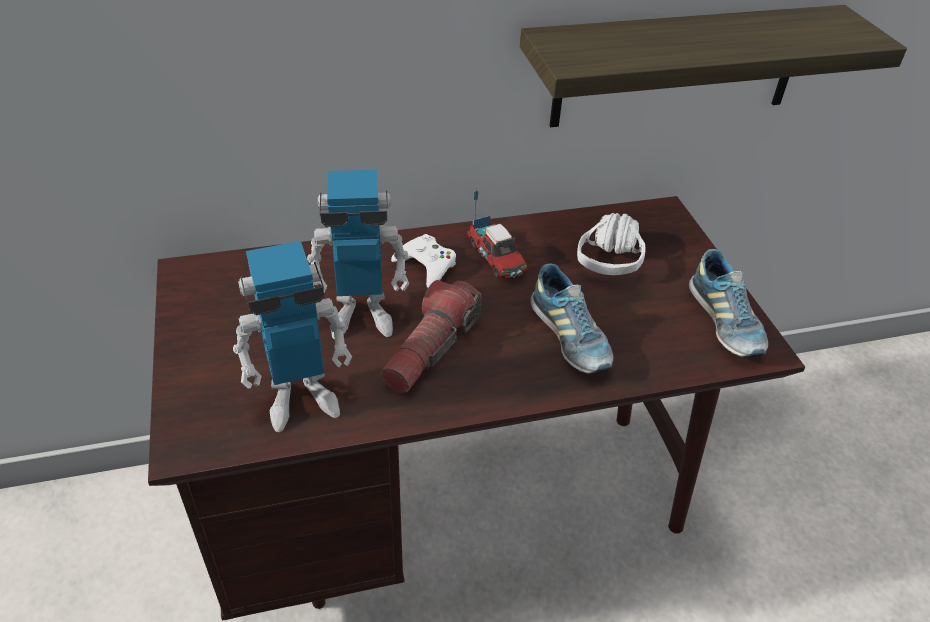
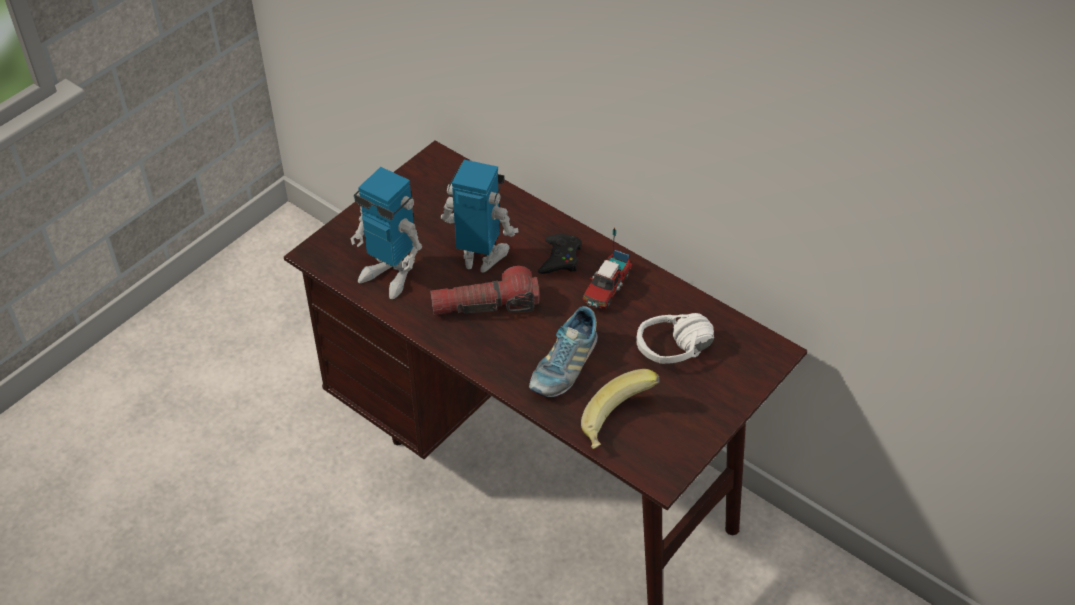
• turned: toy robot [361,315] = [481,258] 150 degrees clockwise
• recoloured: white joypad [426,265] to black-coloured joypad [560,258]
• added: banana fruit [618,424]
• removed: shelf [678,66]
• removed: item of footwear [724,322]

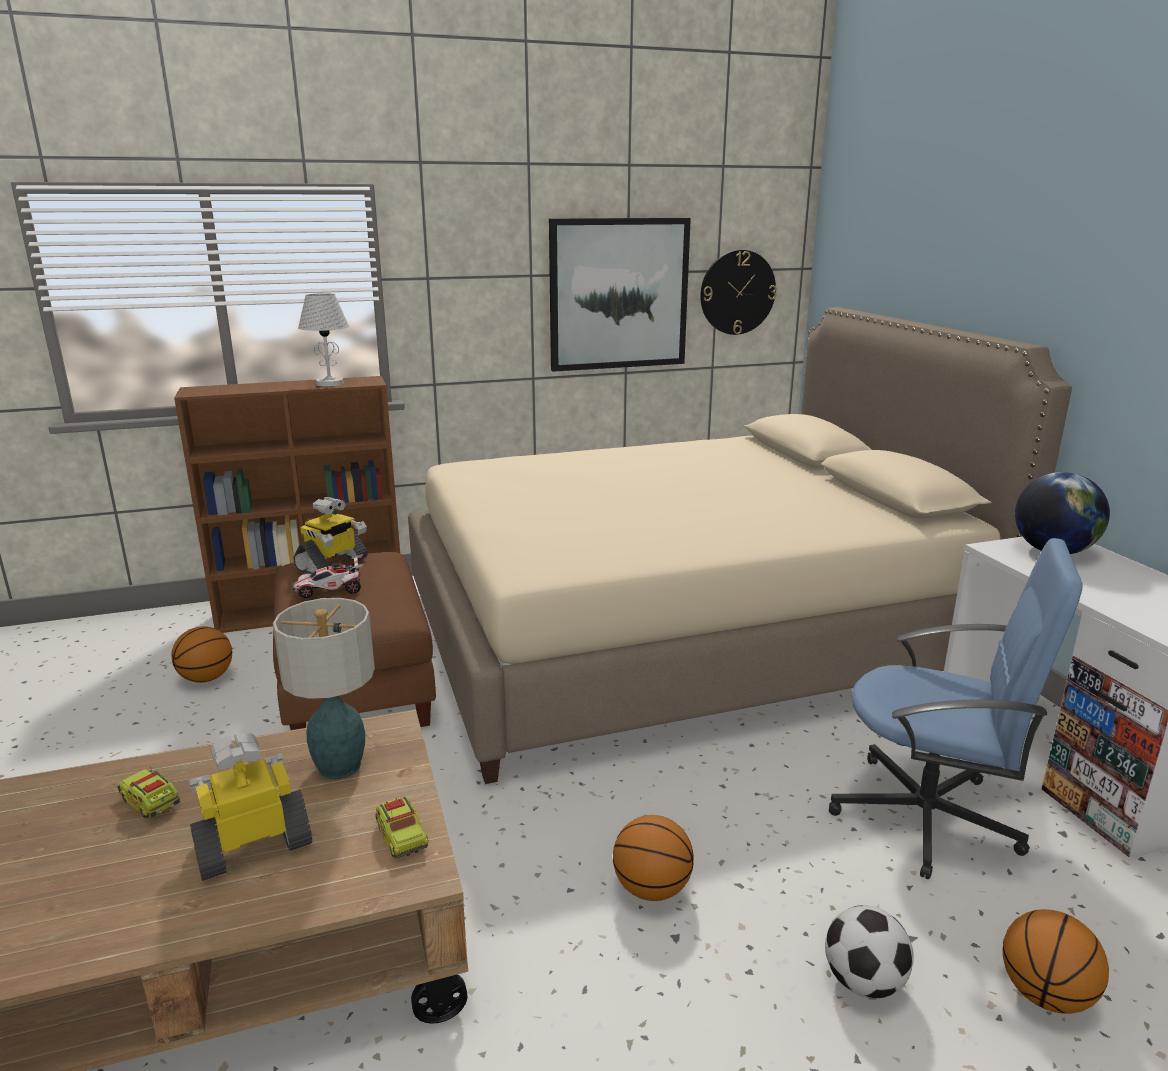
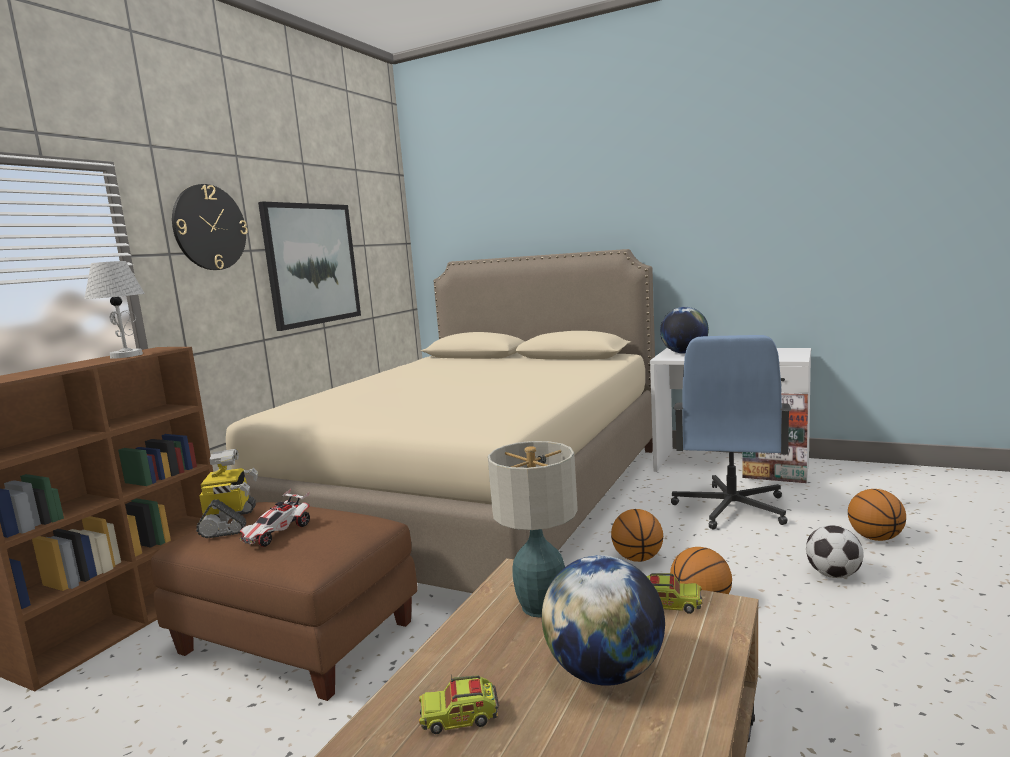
• moved: clock on the wall [737,292] to [209,227]
• replaced: toy robot [254,845] to globe [605,672]
• moved: basketball [207,678] to [638,558]
• turned: blue-coloured computer chair [927,817] = [730,508] 135 degrees clockwise

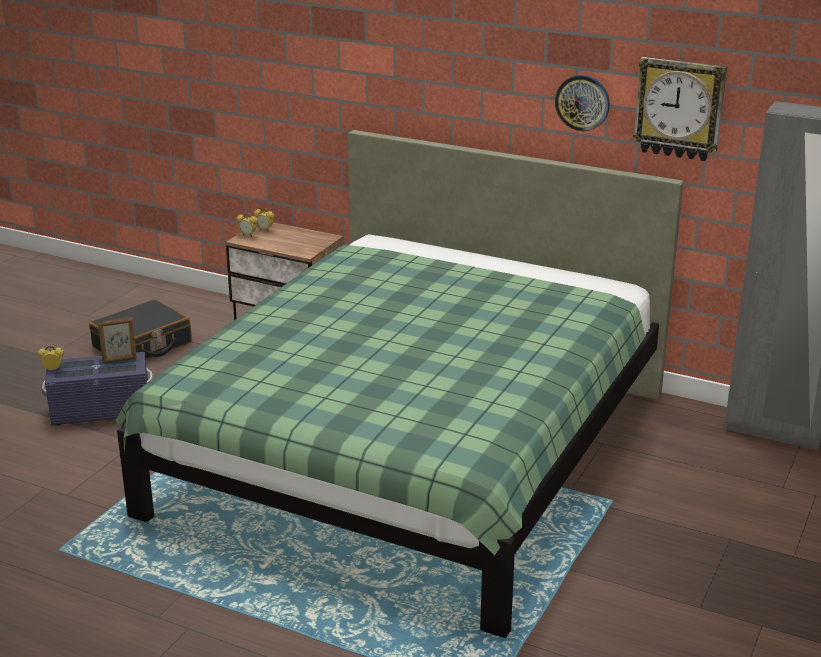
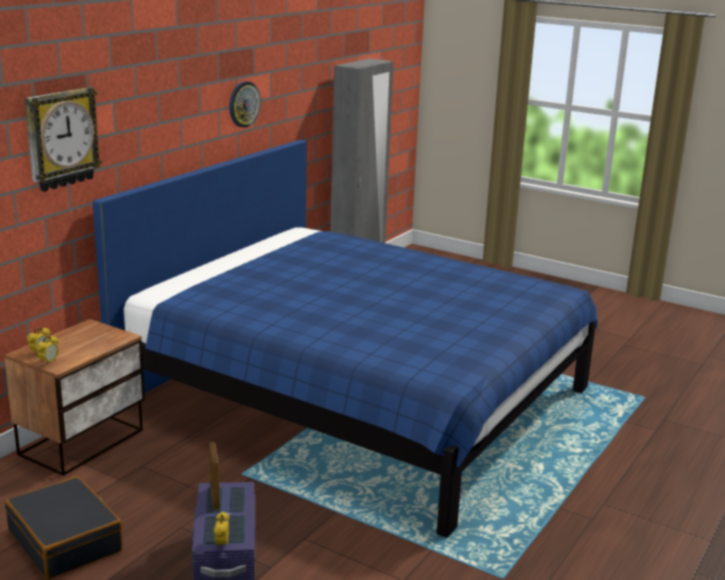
• moved: clock on the wall [679,108] to [61,138]
• recoloured: green bed [413,452] to blue-coloured bed [357,398]

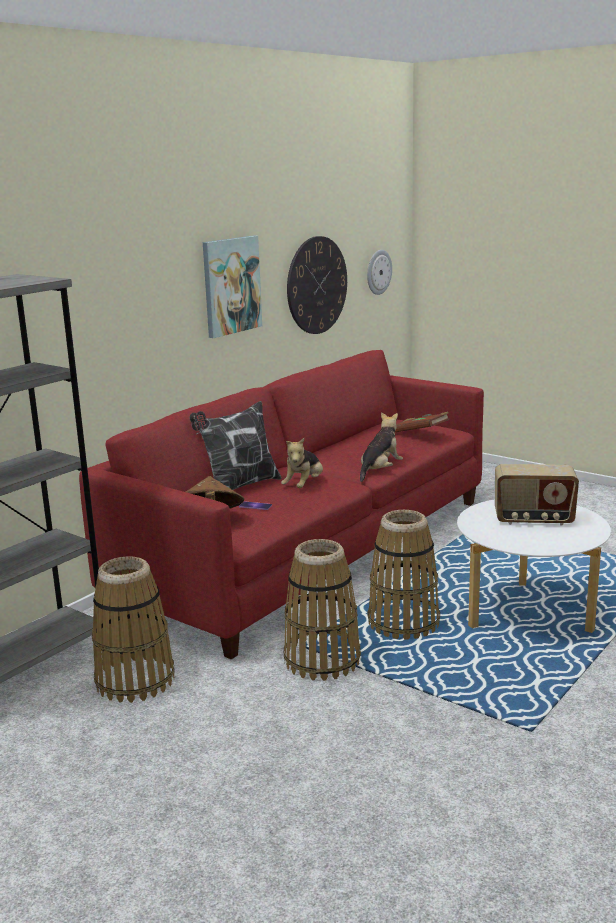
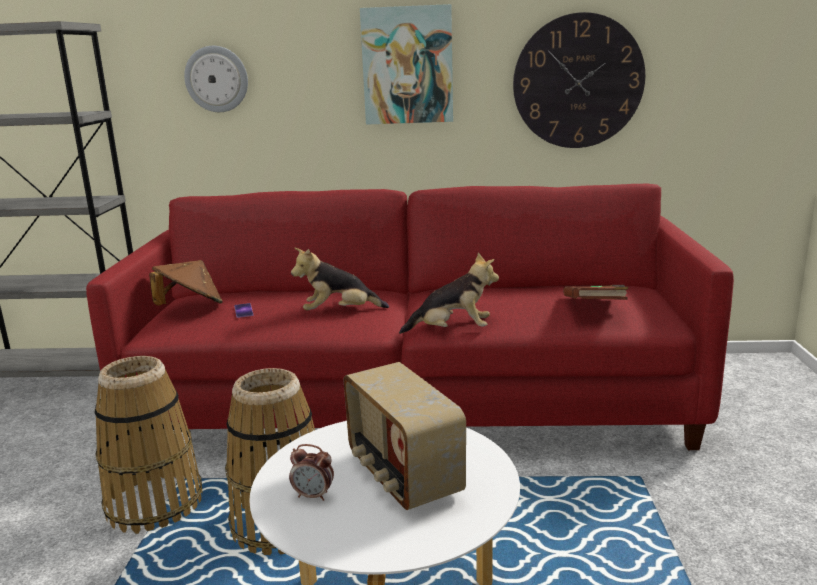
• moved: clock on the wall [378,272] to [216,79]
• added: table clock [313,496]
• removed: storage basket [135,680]
• removed: throw pillow [239,486]

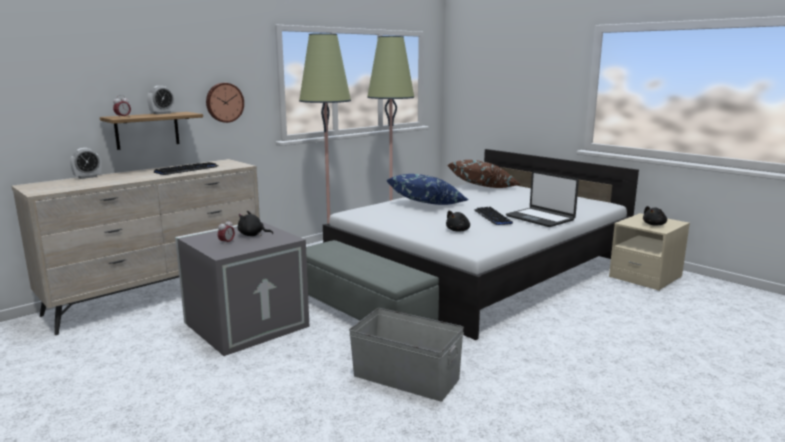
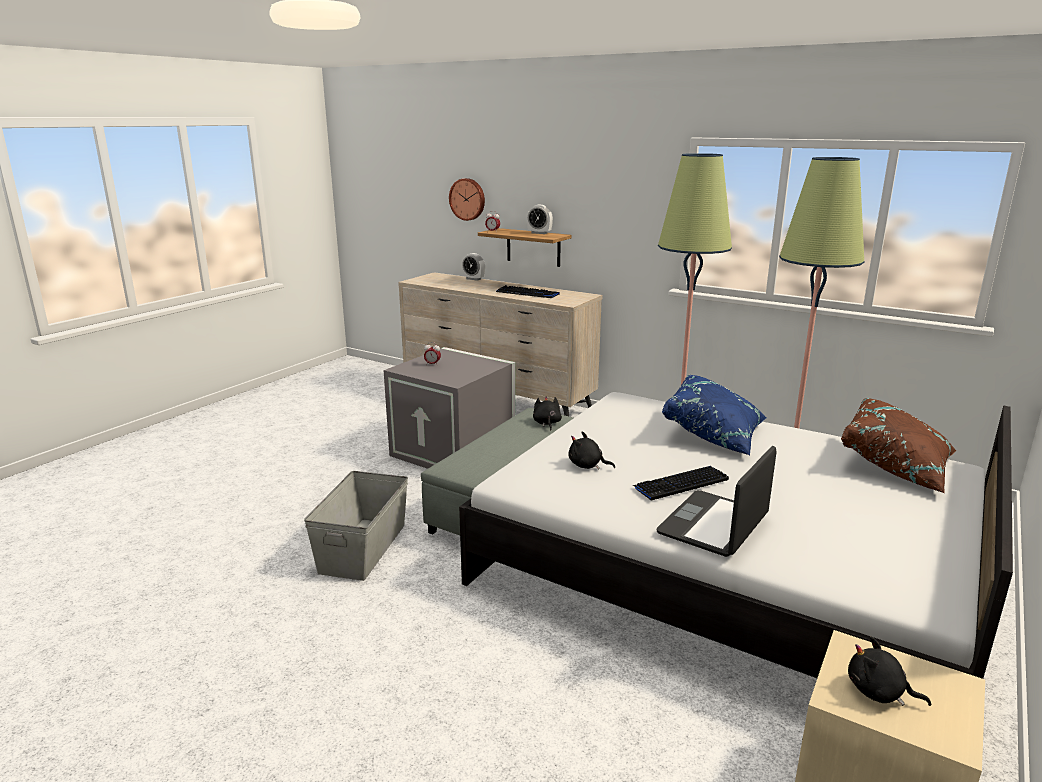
• moved: clock on the wall [224,102] to [468,199]
• moved: black-coloured plush toy [253,235] to [547,423]

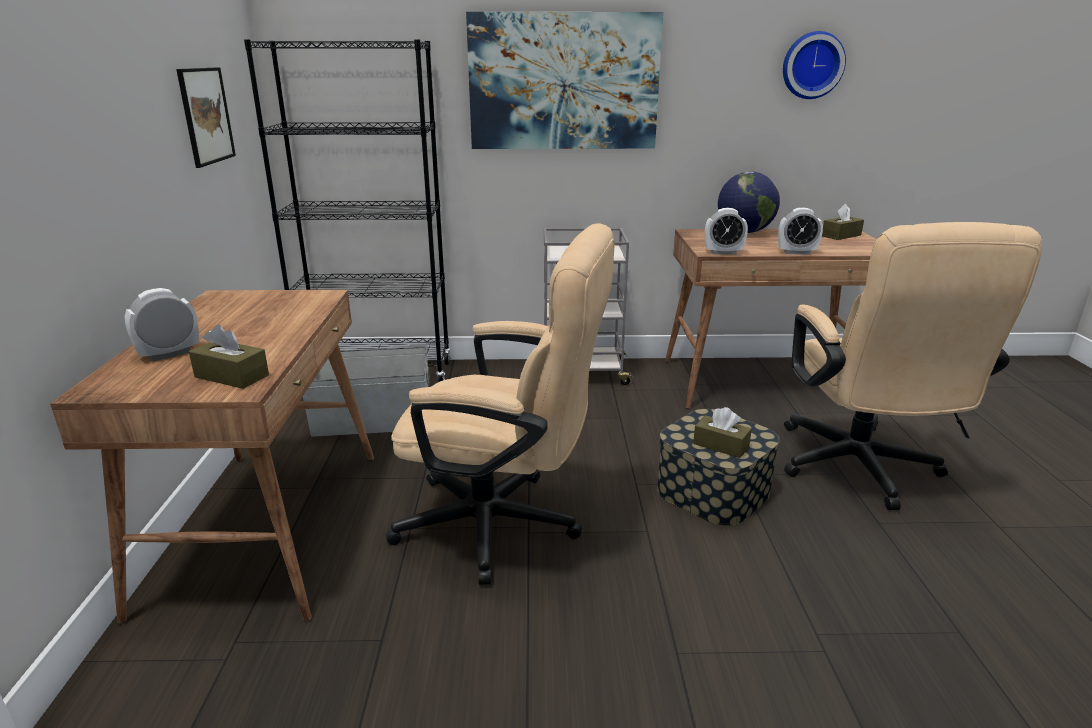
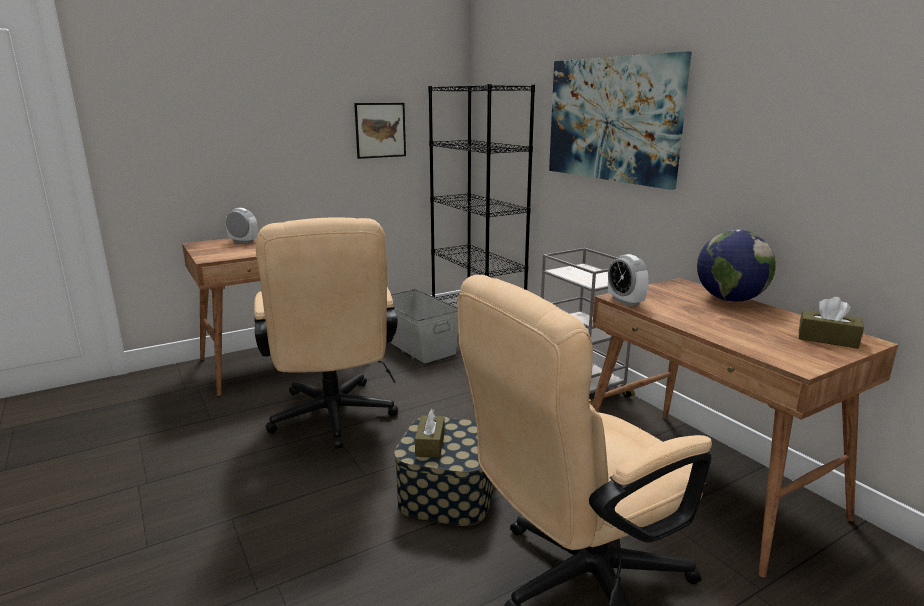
• removed: brown tissue holder [232,376]
• removed: table clock [796,252]
• removed: clock on the wall [811,65]

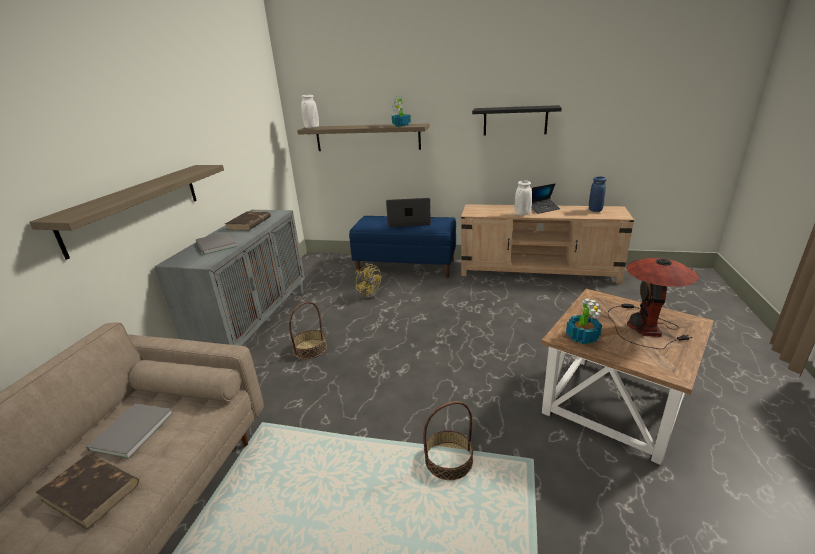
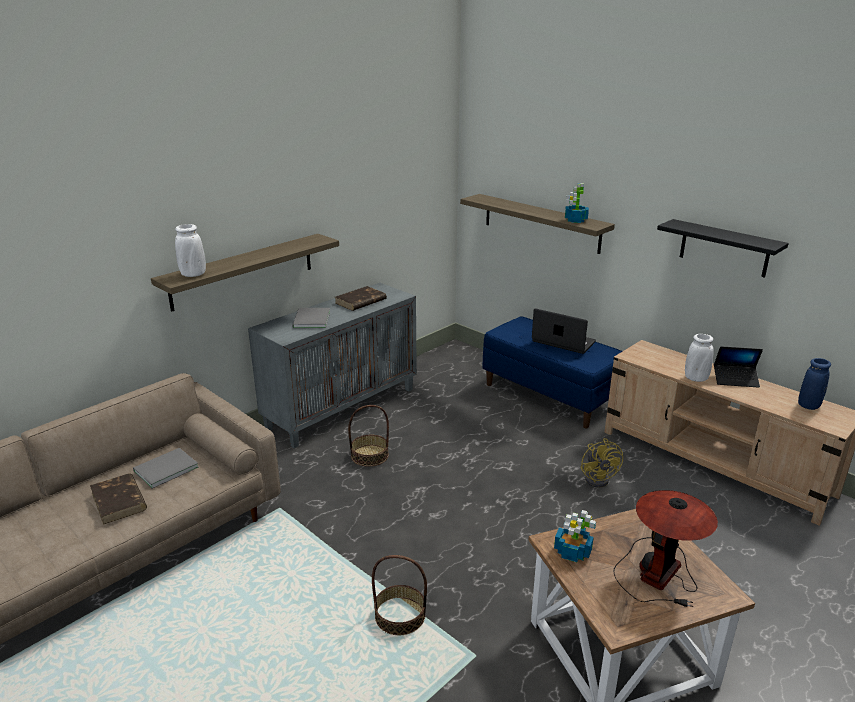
• moved: white vase [312,128] to [193,275]
• moved: yellow-coloured fan [368,294] to [599,478]

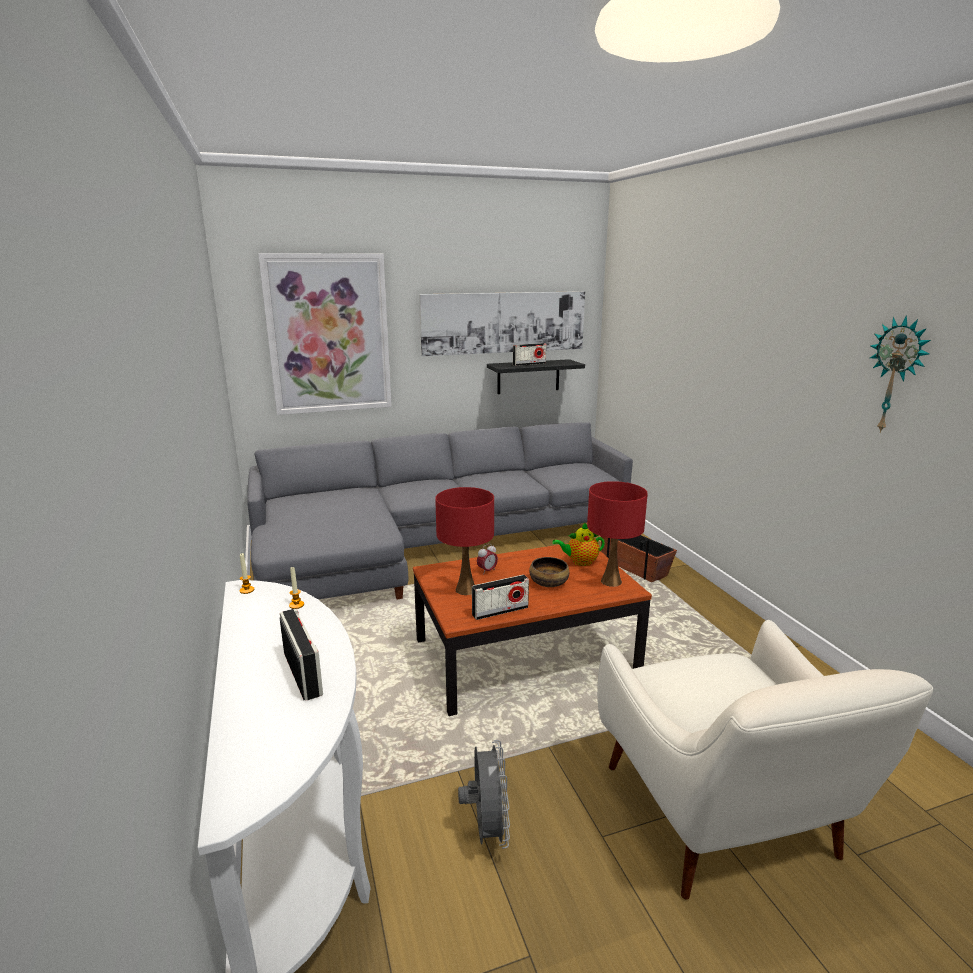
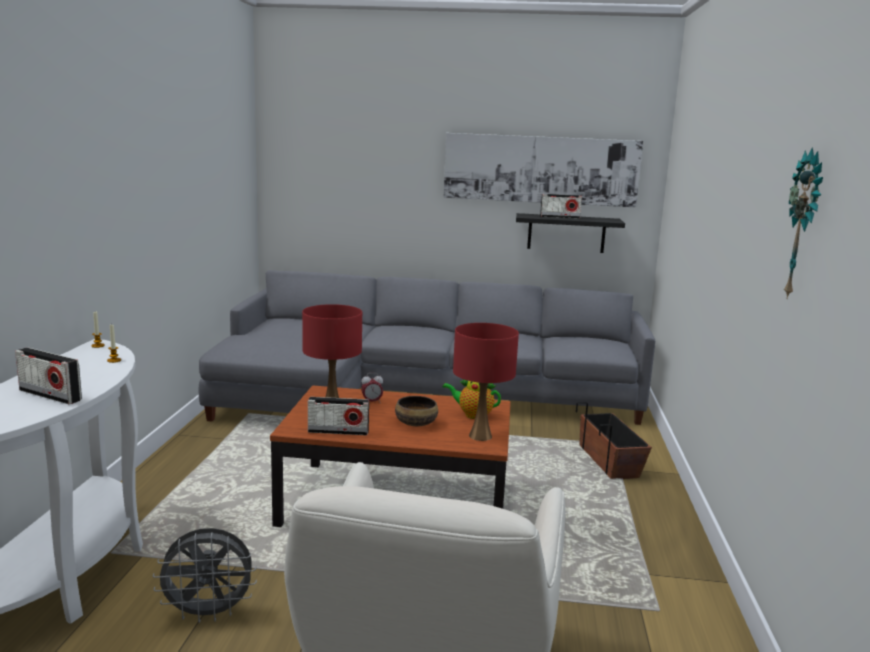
• turned: radio set [302,673] = [50,395] 120 degrees clockwise
• turned: gray fan [487,830] = [209,613] 60 degrees clockwise
• removed: wall art [328,334]

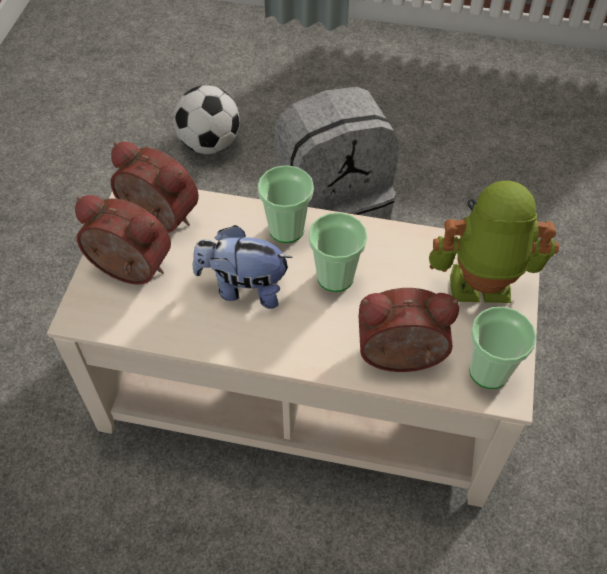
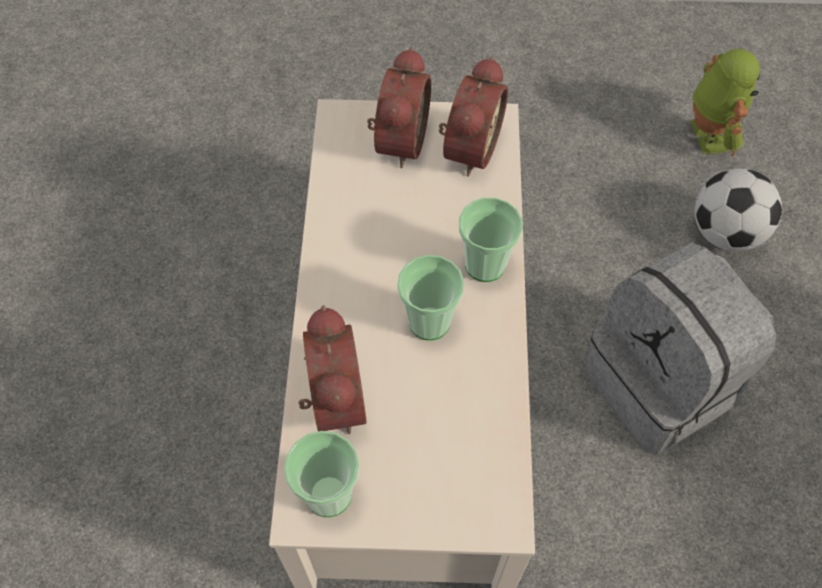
• moved: toy robot [479,289] to [707,135]
• removed: plush toy [244,288]

